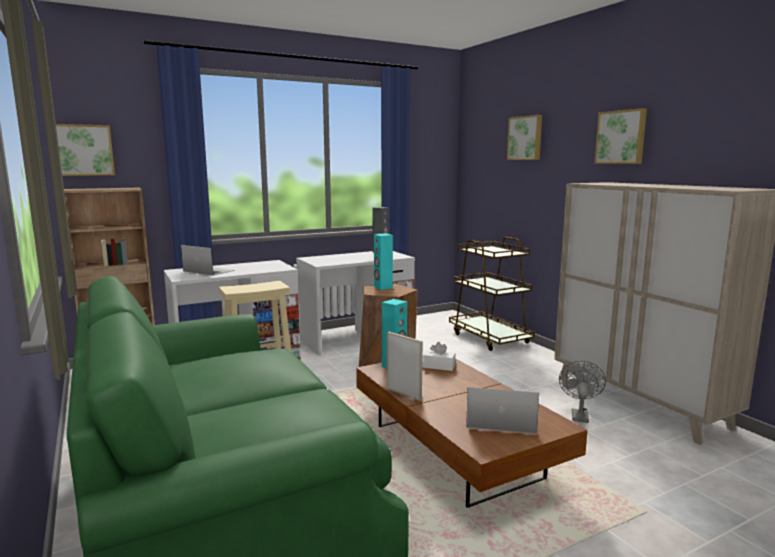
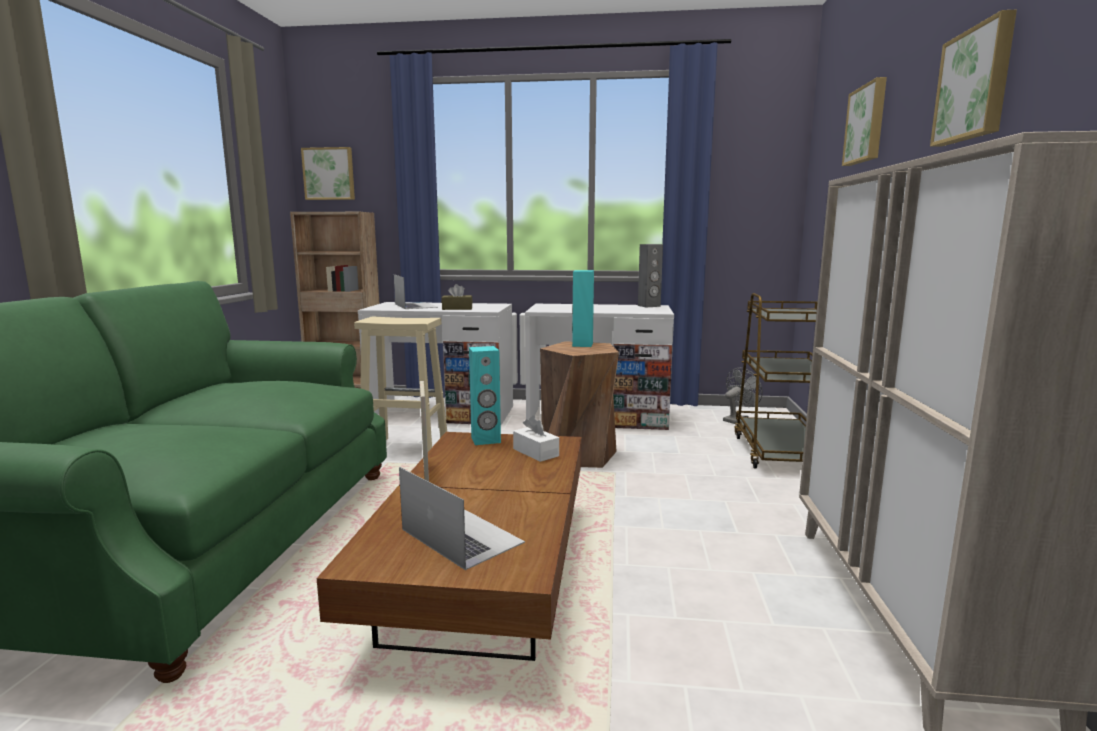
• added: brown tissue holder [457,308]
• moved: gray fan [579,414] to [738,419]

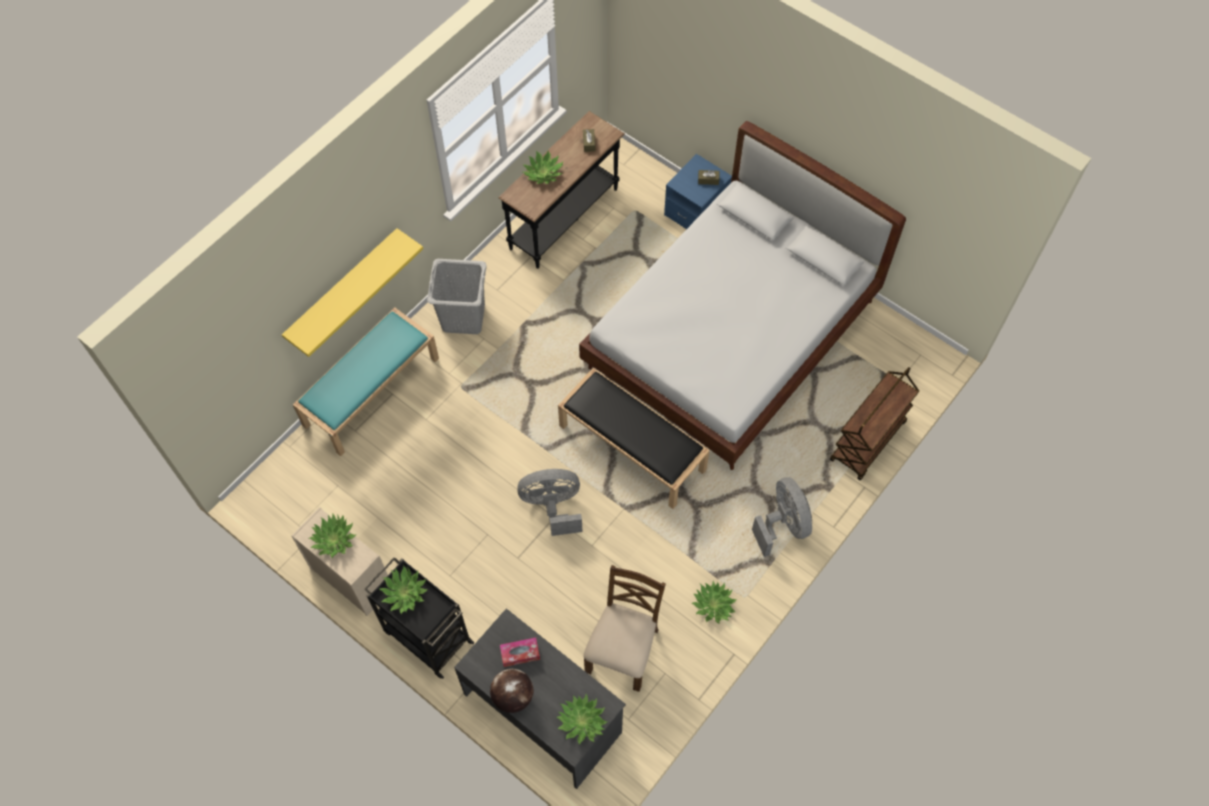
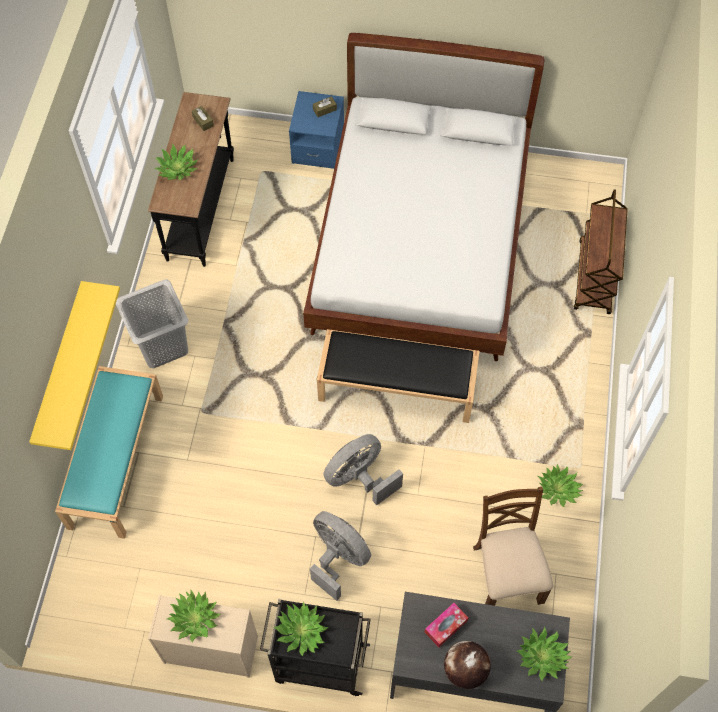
• moved: gray fan [783,525] to [338,558]

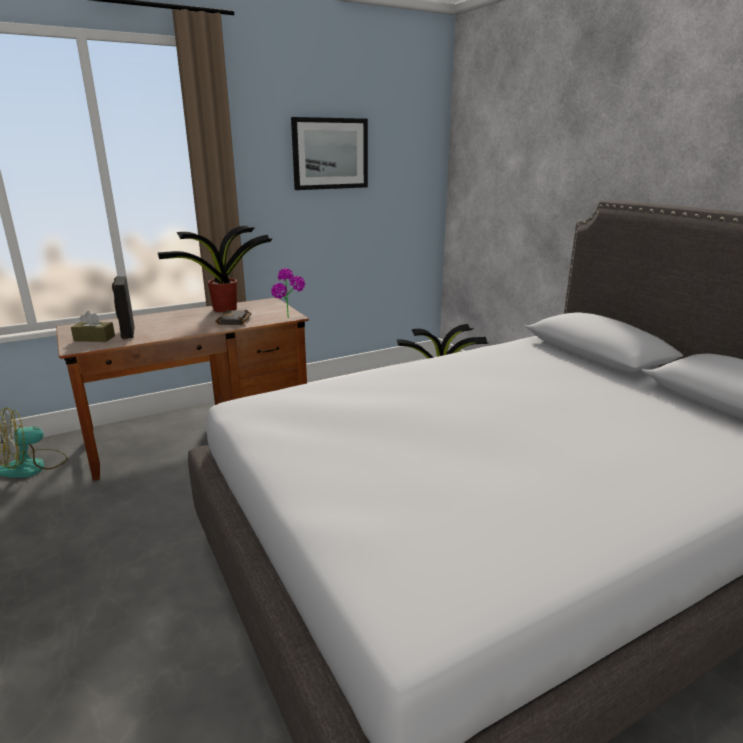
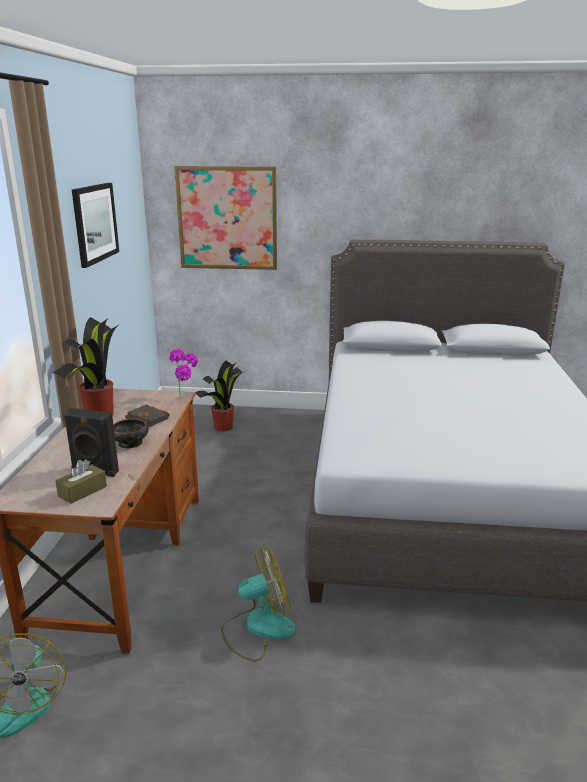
• added: bowl [130,443]
• added: wall art [227,218]
• added: fan [258,628]

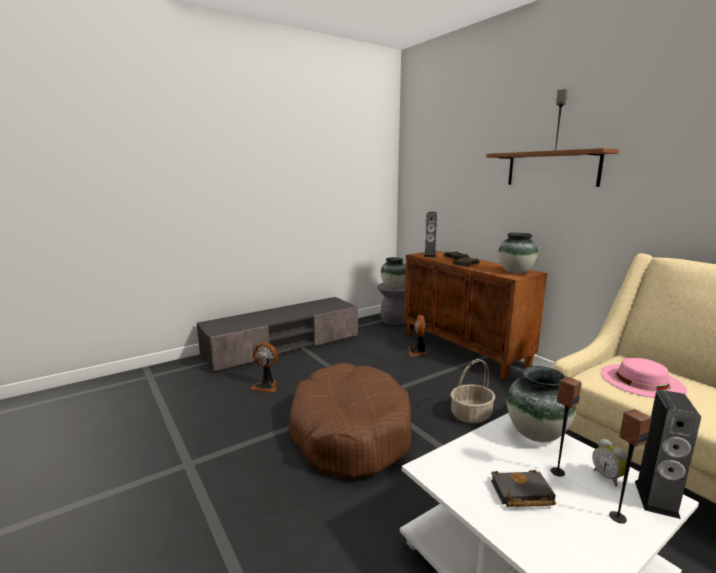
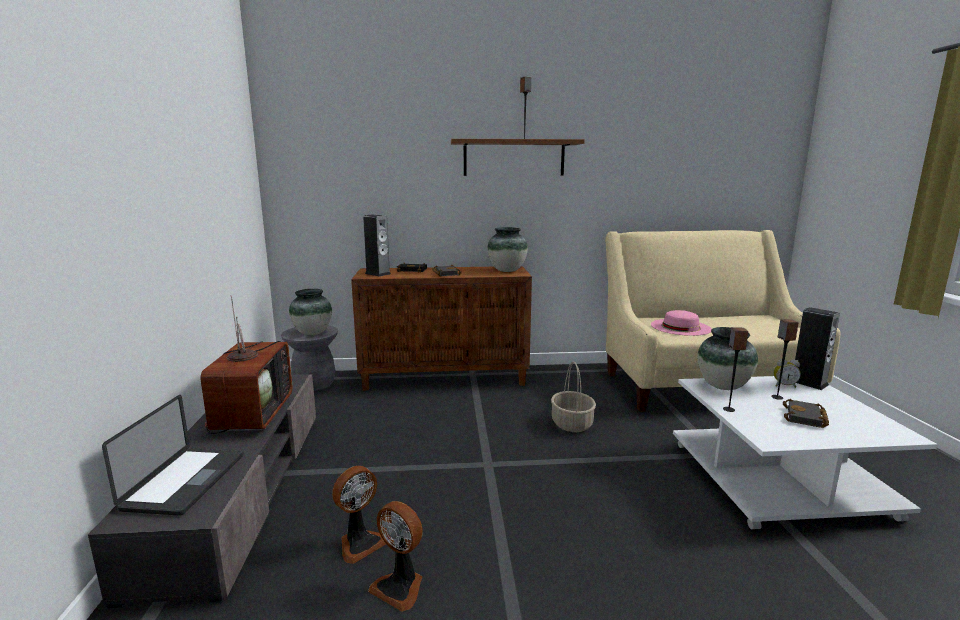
• added: laptop [185,481]
• added: TV [252,414]
• moved: fan [417,352] to [400,587]
• moved: audio speaker [617,517] to [728,409]
• removed: brown dog cushion [349,432]

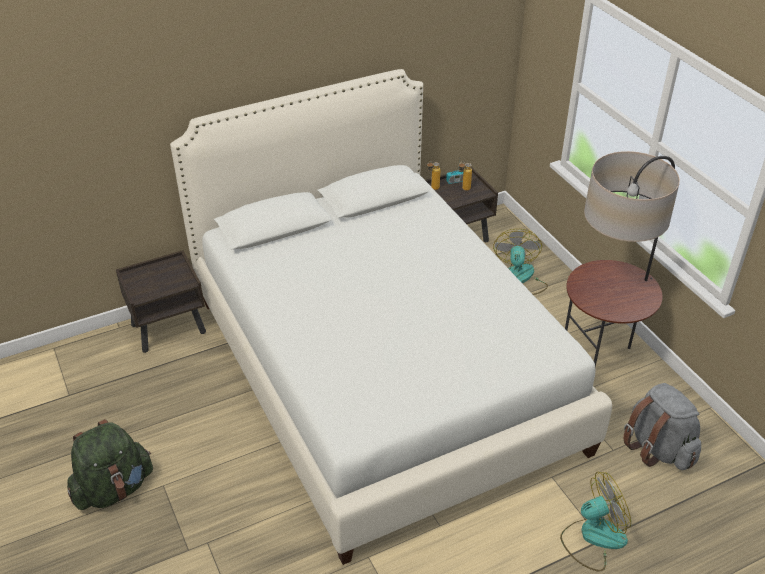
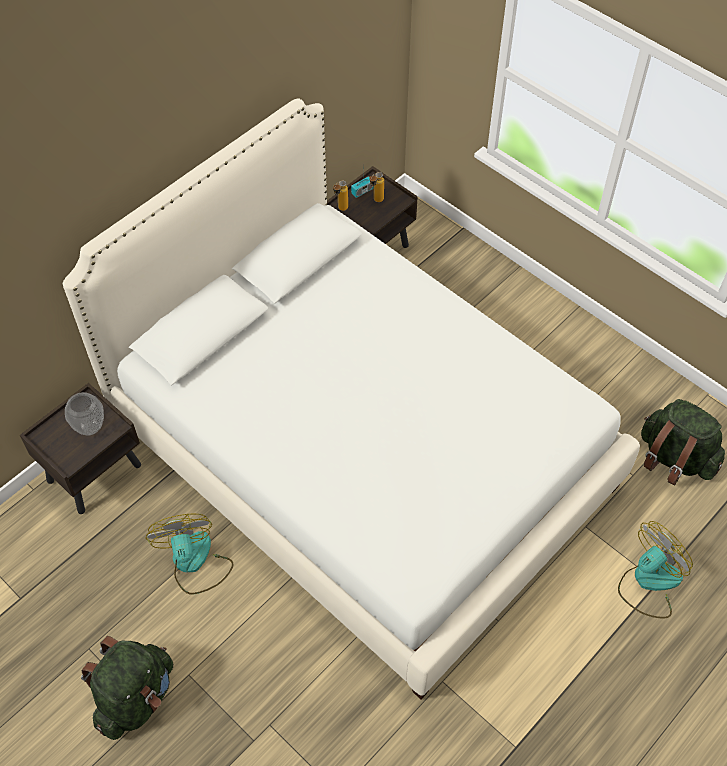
• added: vase [90,428]
• moved: fan [519,279] to [194,562]
• recoloured: gray knapsack [658,448] to green knapsack [674,458]
• removed: standing lamp [599,357]

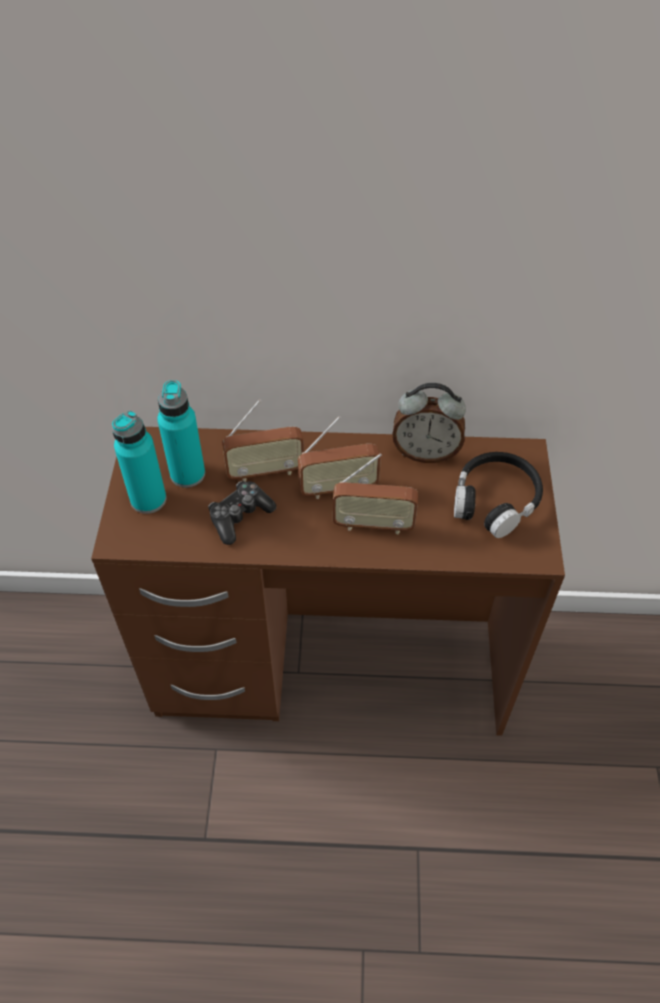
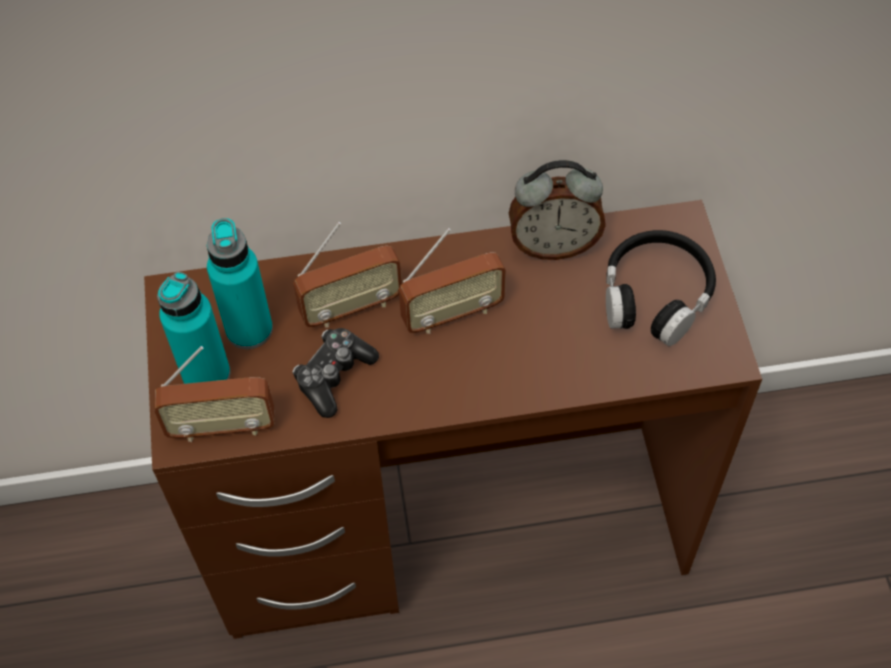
• moved: radio set [373,524] to [222,427]

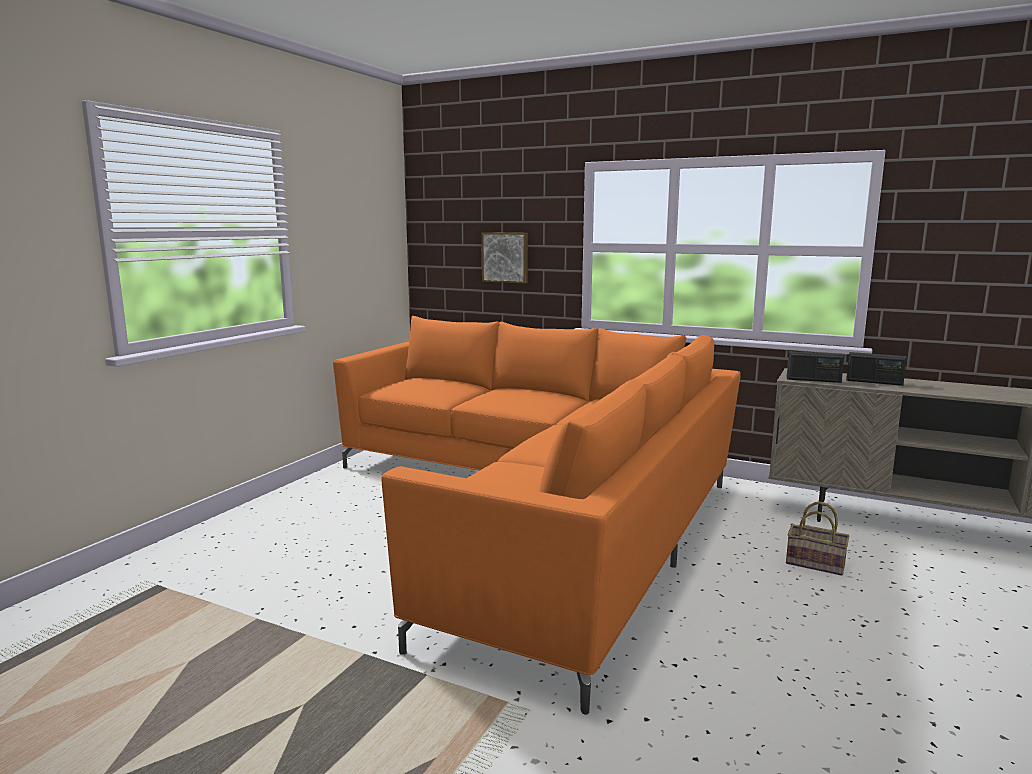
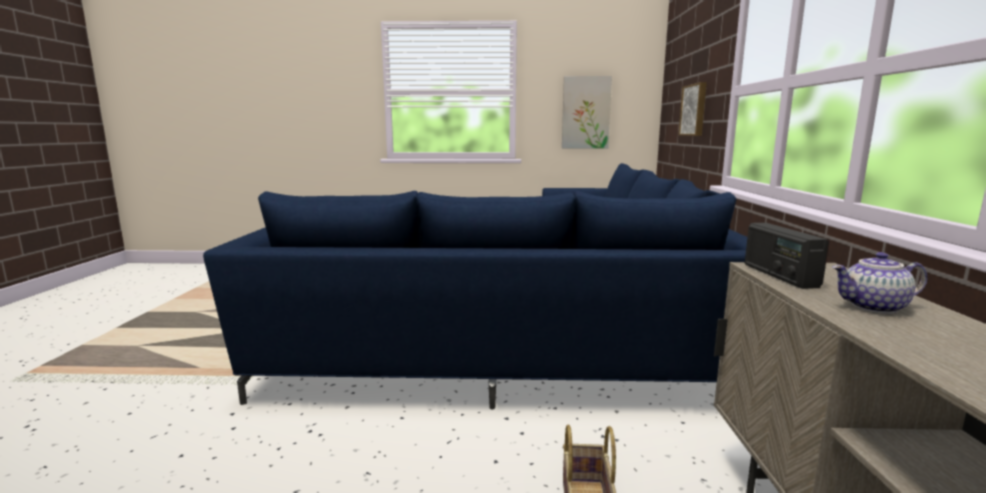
• recoloured: orange-coloured sofa [540,511] to blue-coloured sofa [547,334]
• added: wall art [586,112]
• replaced: radio set [874,382] to teapot [874,307]

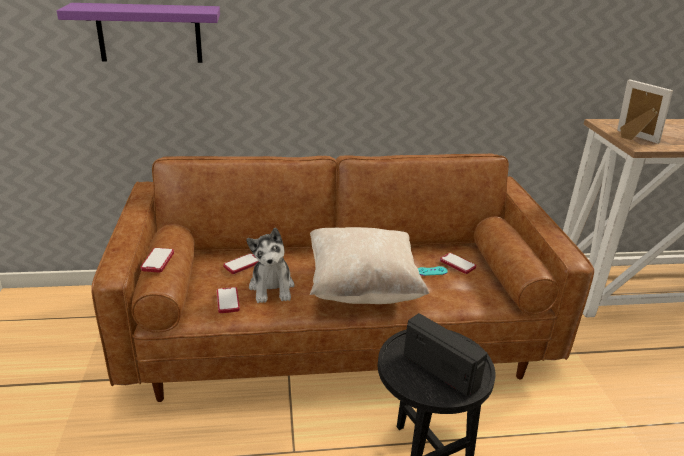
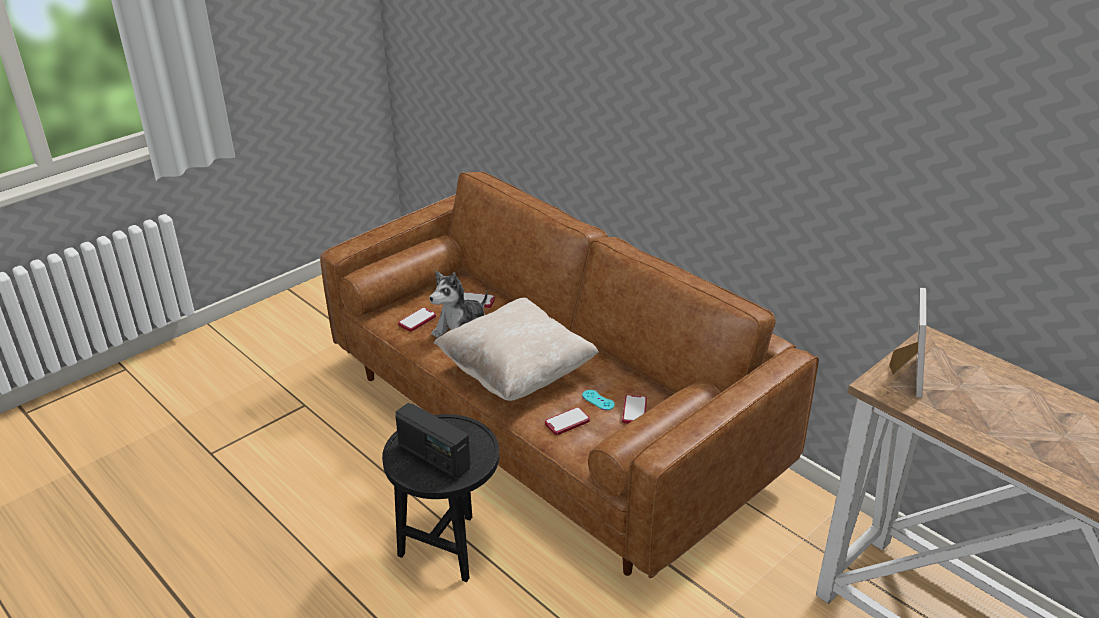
• turned: radio set [441,370] = [433,457] 120 degrees clockwise
• moved: phone [157,261] to [567,422]
• removed: purple-coloured shelf [149,33]

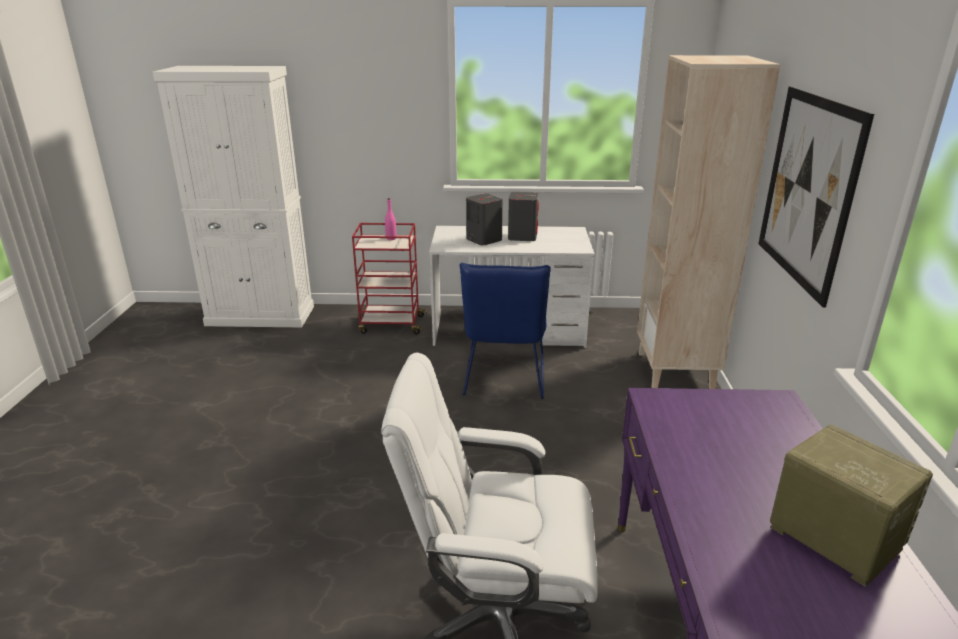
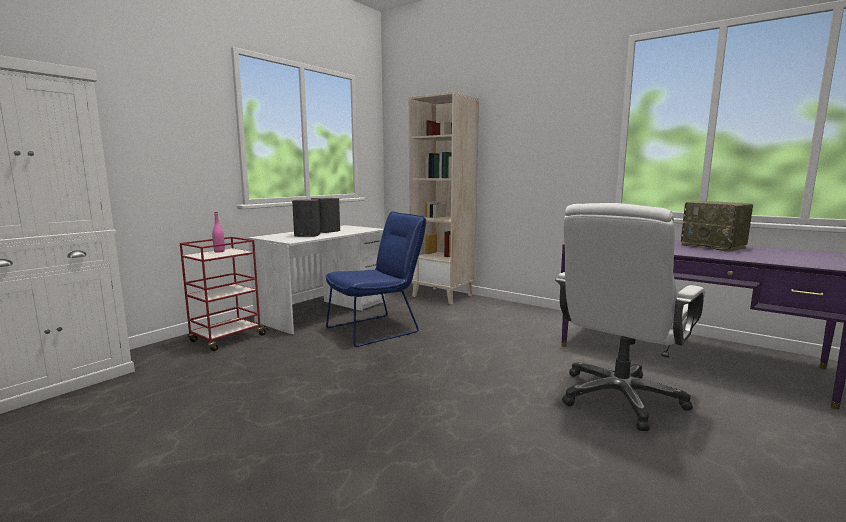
• turned: blue-coloured chair [504,379] = [378,329] 75 degrees counterclockwise
• turned: radio set [831,537] = [714,247] 120 degrees counterclockwise
• removed: wall art [807,190]

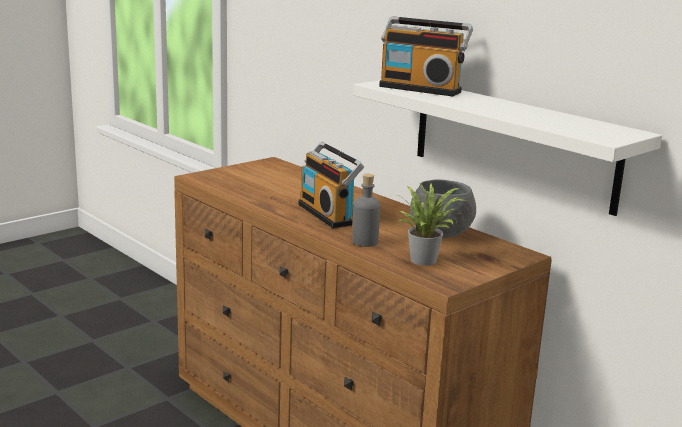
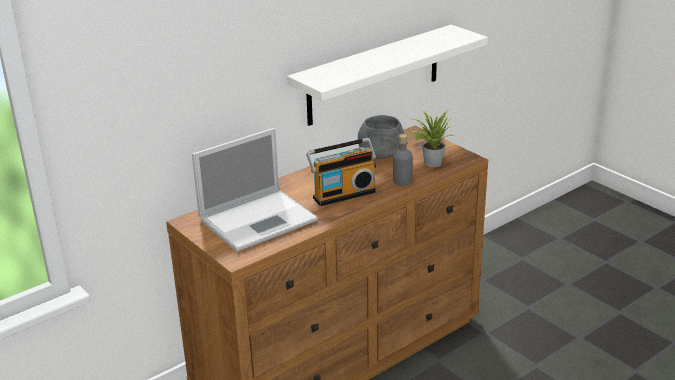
• added: laptop [259,219]
• removed: radio set [421,89]

